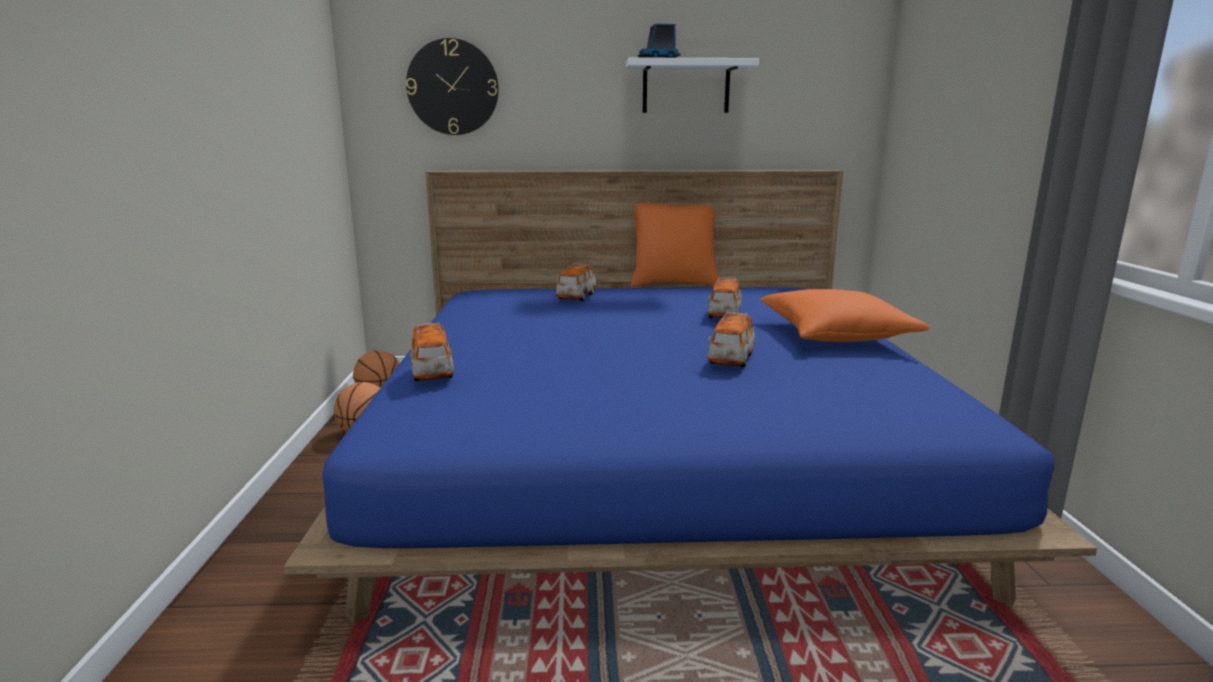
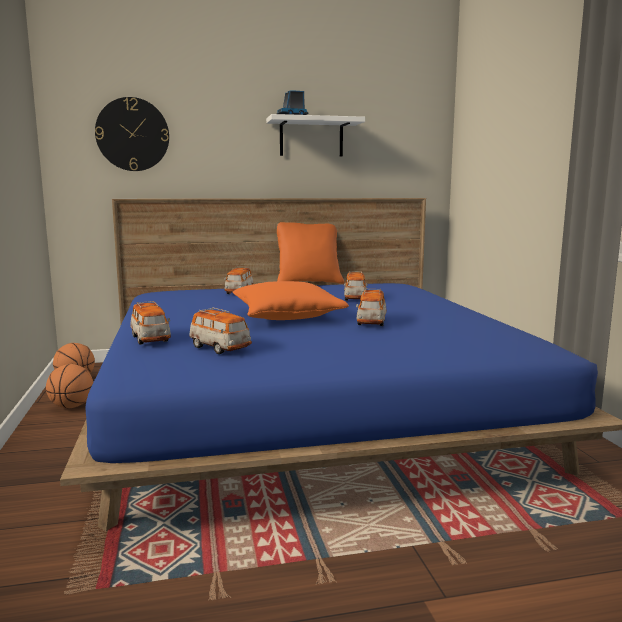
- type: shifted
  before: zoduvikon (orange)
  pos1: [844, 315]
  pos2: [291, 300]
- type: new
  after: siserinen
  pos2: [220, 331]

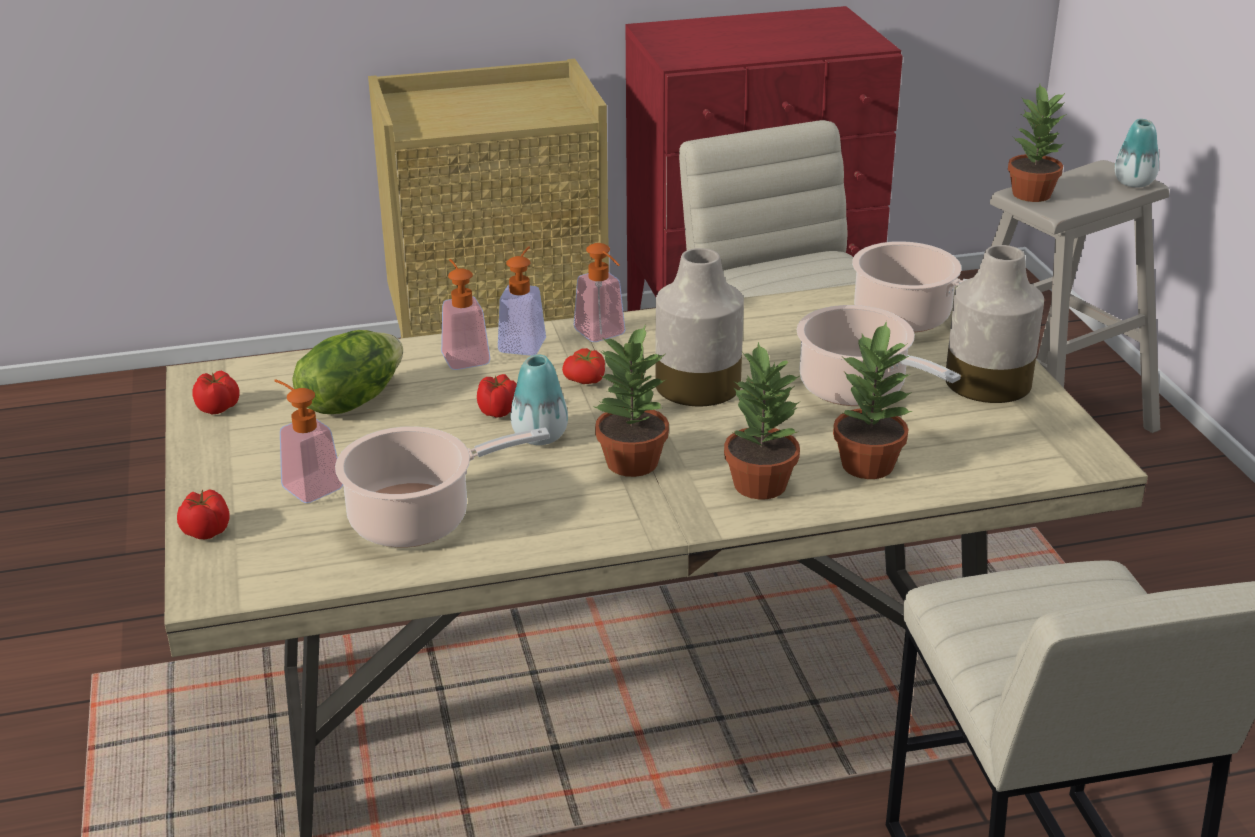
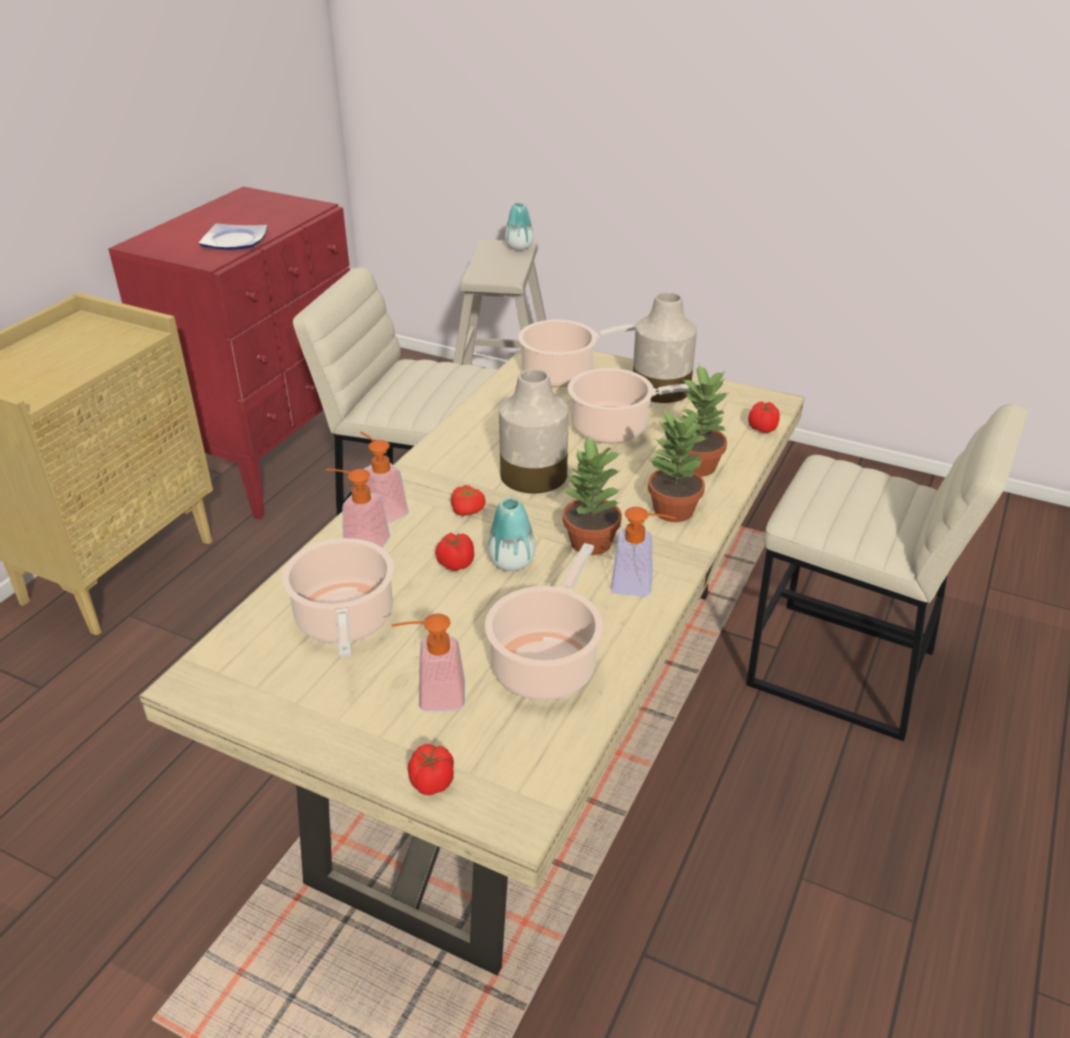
- type: shifted
  before: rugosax
  pos1: [215, 392]
  pos2: [764, 417]
- type: swapped
  before: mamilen
  after: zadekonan
  pos1: [347, 372]
  pos2: [338, 597]
- type: shifted
  before: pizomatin
  pos1: [599, 292]
  pos2: [643, 552]
- type: gone
  before: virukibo
  pos1: [1037, 143]
- type: new
  after: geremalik
  pos2: [232, 236]

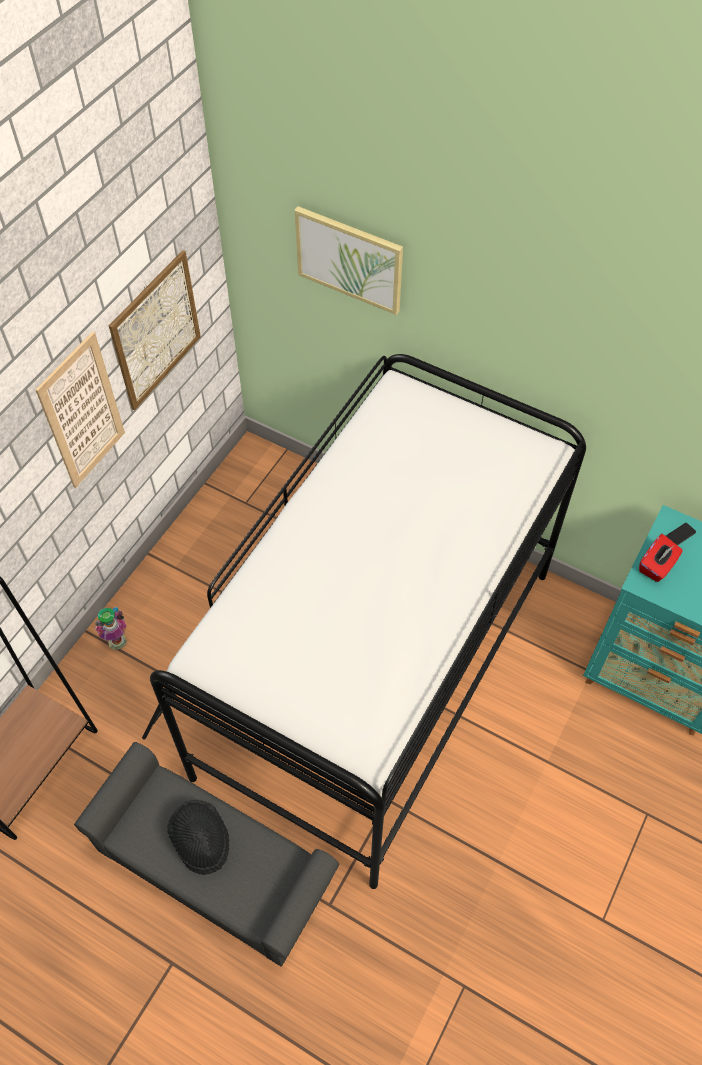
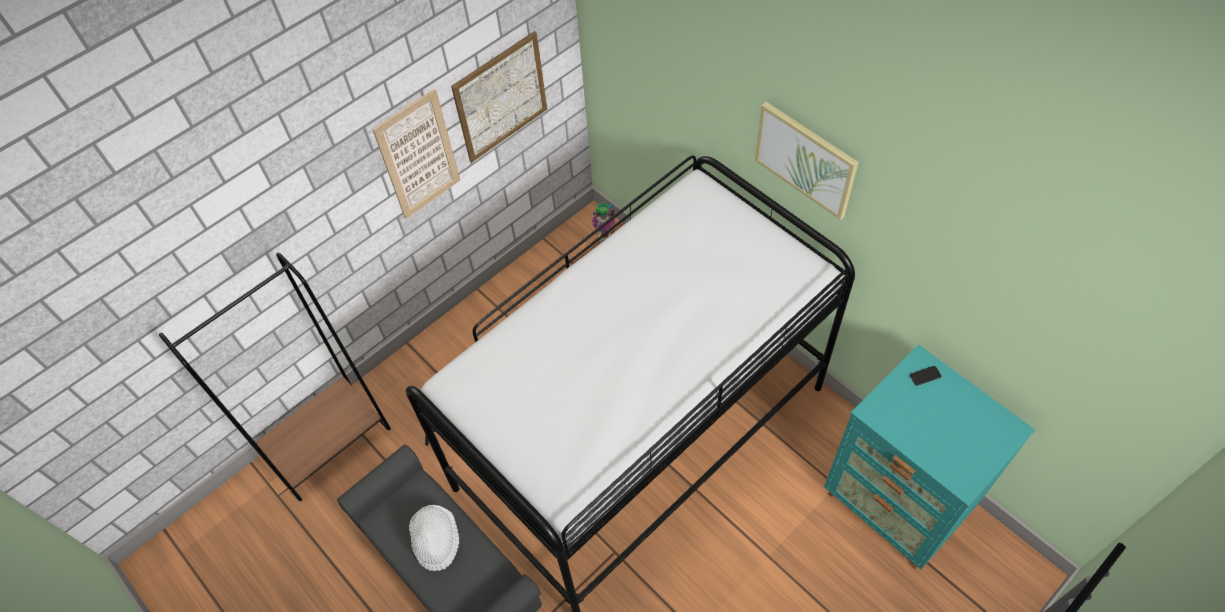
- type: shifted
  before: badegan
  pos1: [111, 628]
  pos2: [604, 222]
- type: repainted
  before: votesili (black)
  after: votesili (white)
  pos1: [198, 837]
  pos2: [434, 538]
- type: shifted
  before: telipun
  pos1: [348, 260]
  pos2: [807, 161]
- type: gone
  before: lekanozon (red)
  pos1: [661, 558]

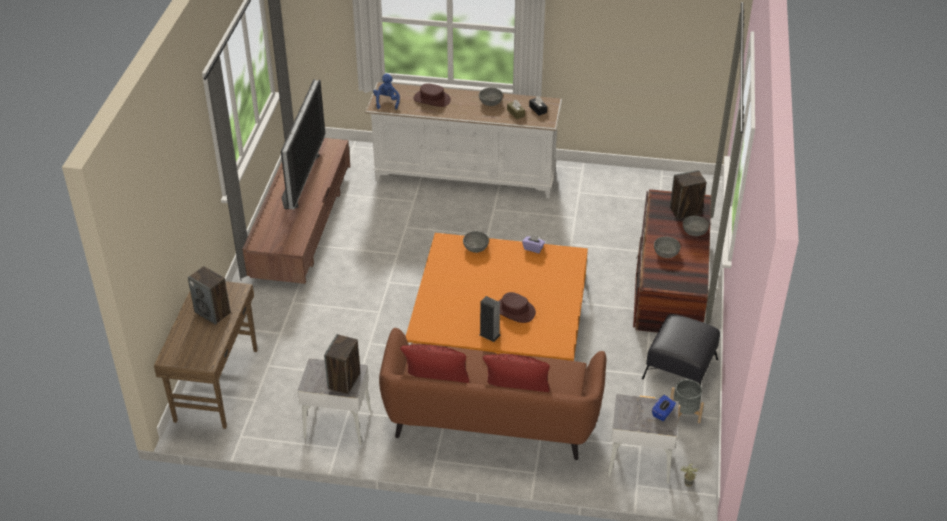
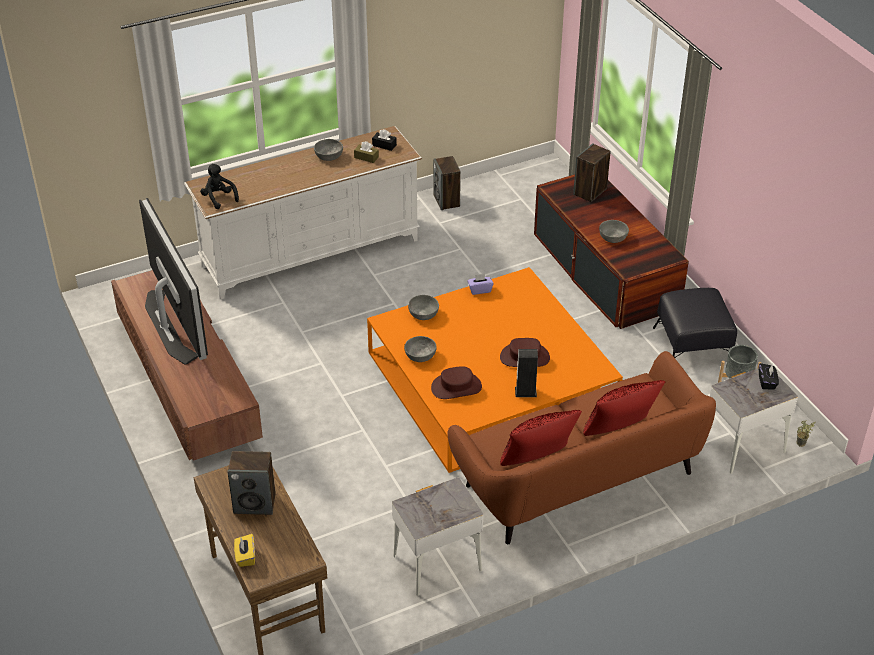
- type: shifted
  before: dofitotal
  pos1: [342, 364]
  pos2: [447, 183]
- type: repainted
  before: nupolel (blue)
  after: nupolel (black)
  pos1: [386, 92]
  pos2: [219, 186]
- type: shifted
  before: votesili (brown)
  pos1: [432, 95]
  pos2: [456, 382]
- type: repainted
  before: lekanozon (blue)
  after: lekanozon (black)
  pos1: [664, 408]
  pos2: [769, 376]
- type: shifted
  before: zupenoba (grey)
  pos1: [696, 226]
  pos2: [420, 349]
- type: new
  after: lekanozon (yellow)
  pos2: [244, 550]

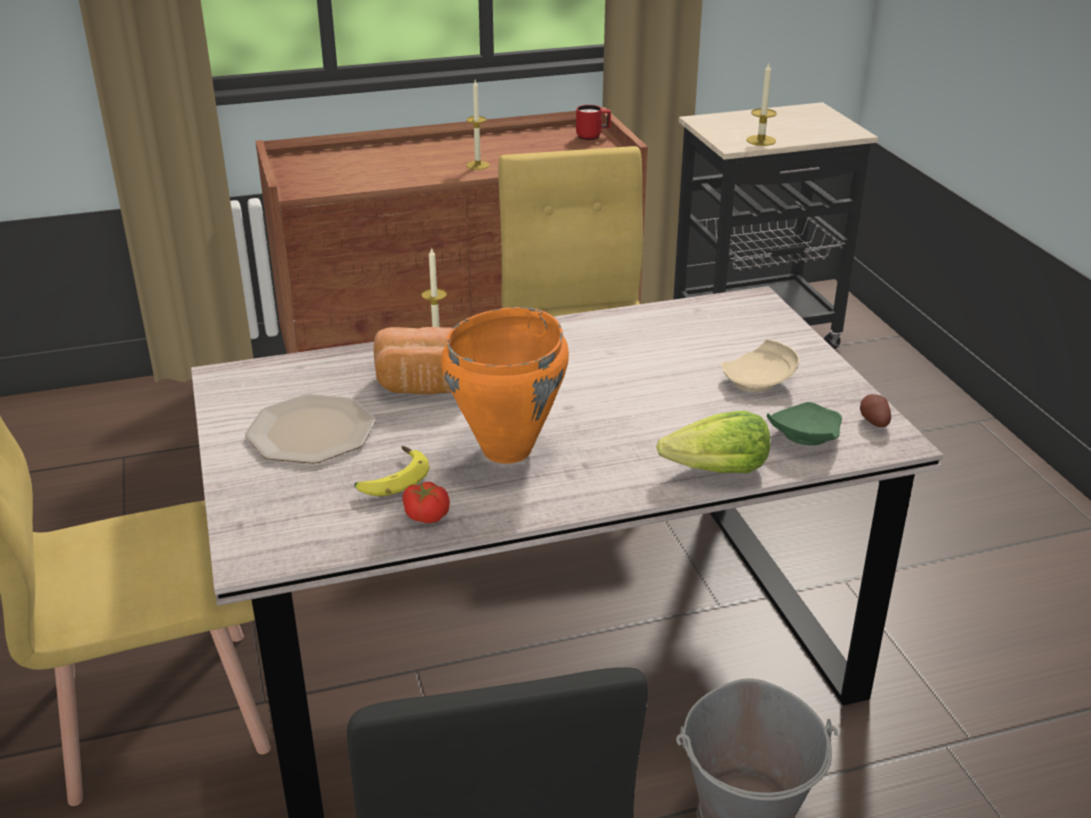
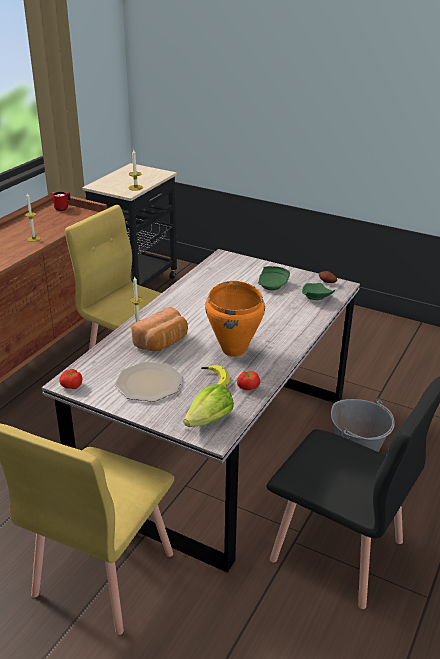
- type: shifted
  before: mamilen
  pos1: [713, 442]
  pos2: [209, 405]
- type: repainted
  before: geremalik (beige)
  after: geremalik (green)
  pos1: [760, 365]
  pos2: [273, 278]
- type: new
  after: rugosax
  pos2: [70, 379]

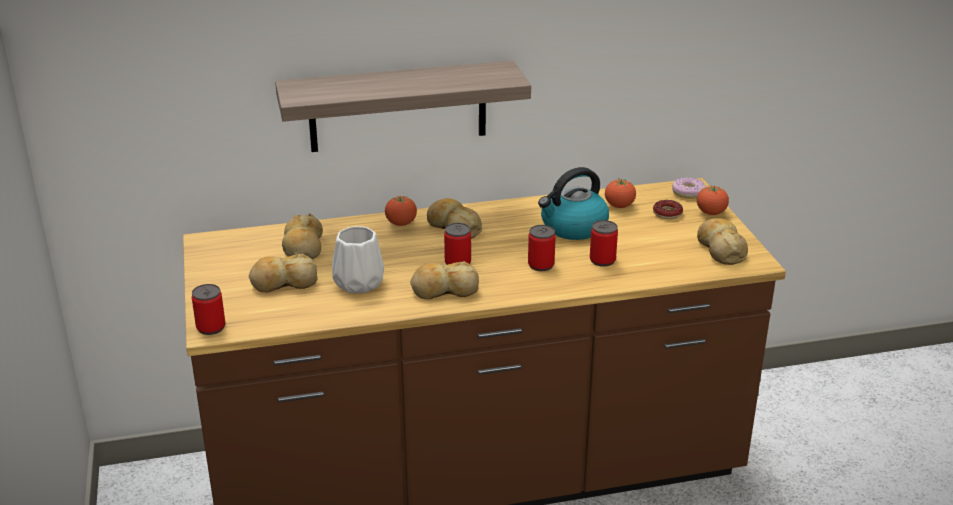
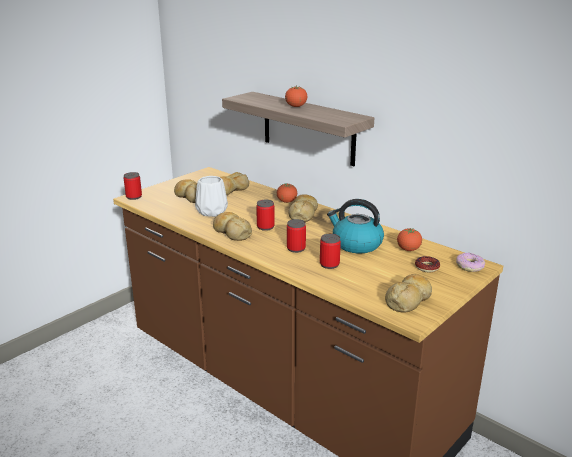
- type: shifted
  before: rugosax
  pos1: [713, 200]
  pos2: [296, 96]

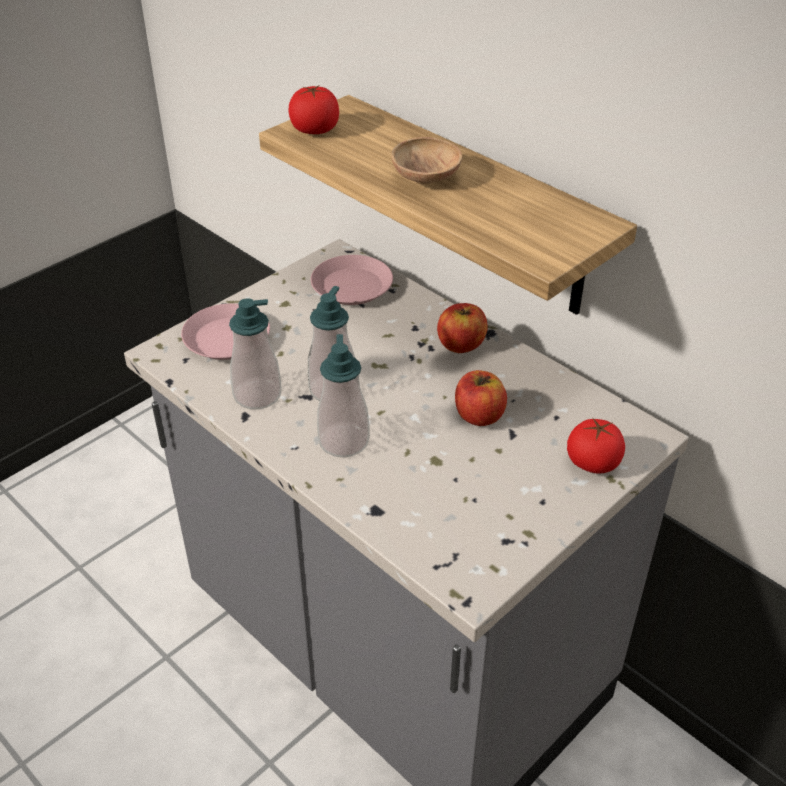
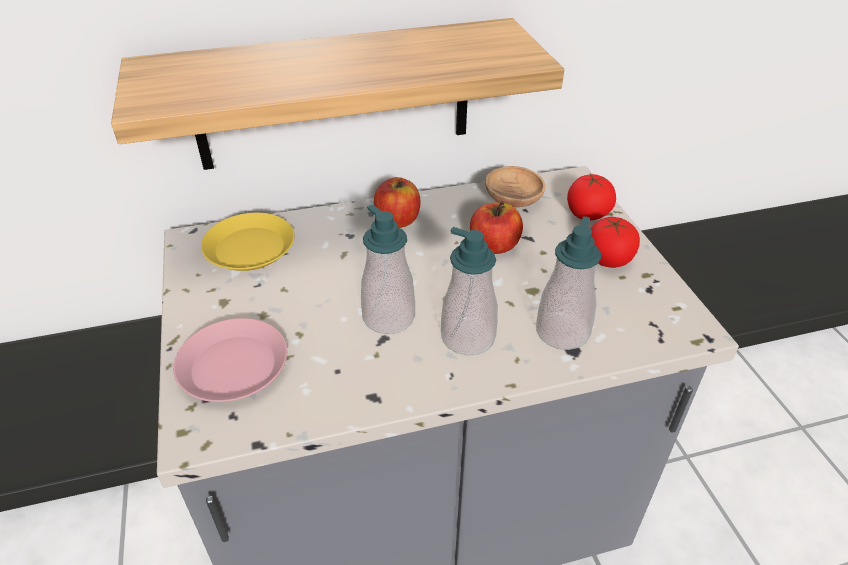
- type: shifted
  before: pizomatin
  pos1: [255, 353]
  pos2: [568, 283]
- type: shifted
  before: rugosax
  pos1: [313, 109]
  pos2: [615, 242]
- type: repainted
  before: geremalik (pink)
  after: geremalik (yellow)
  pos1: [352, 280]
  pos2: [247, 242]
- type: shifted
  before: zupenoba (brown)
  pos1: [426, 160]
  pos2: [515, 186]

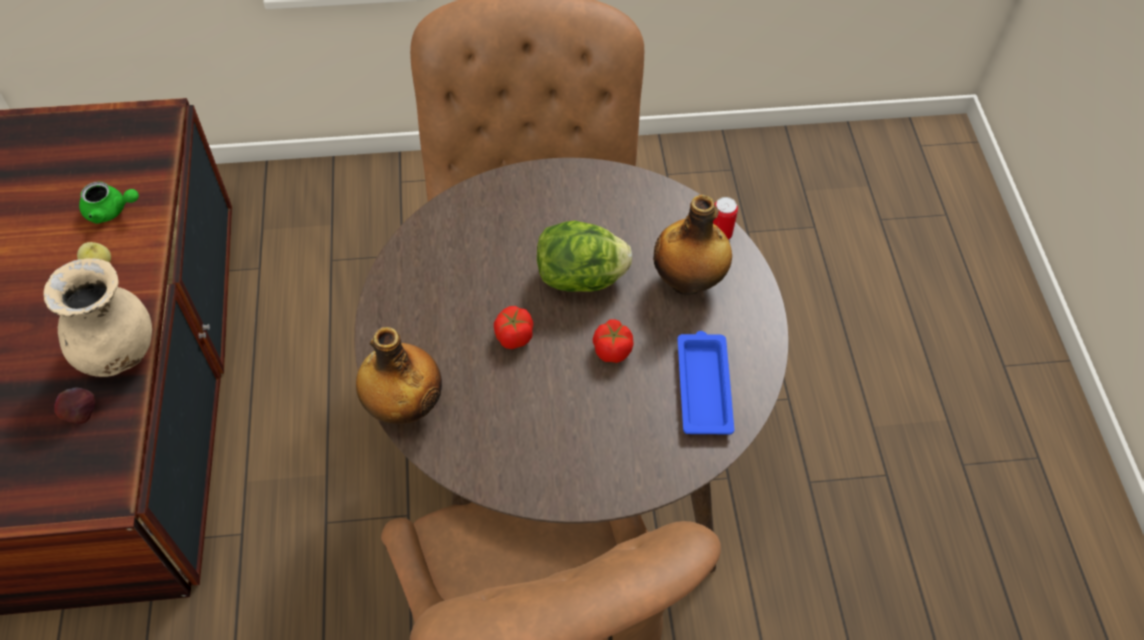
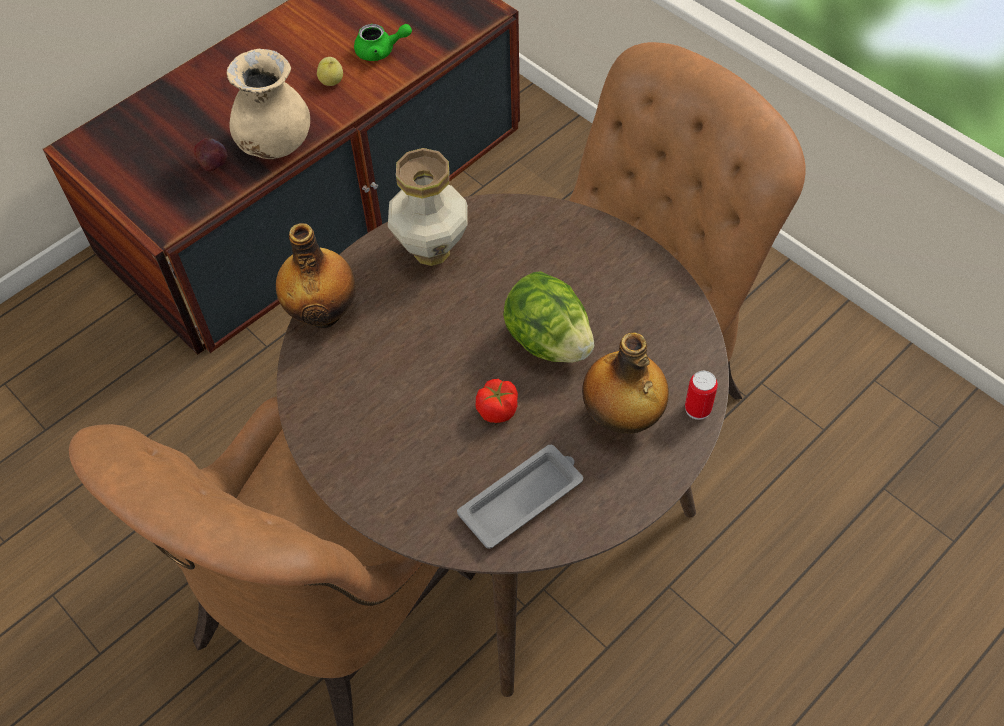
- type: rotated
  before: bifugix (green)
  pos1: [109, 203]
  pos2: [383, 42]
  turn: -60
- type: gone
  before: rugosax
  pos1: [513, 327]
- type: repainted
  before: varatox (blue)
  after: varatox (grey)
  pos1: [705, 382]
  pos2: [520, 497]
- type: new
  after: badegan
  pos2: [428, 207]

